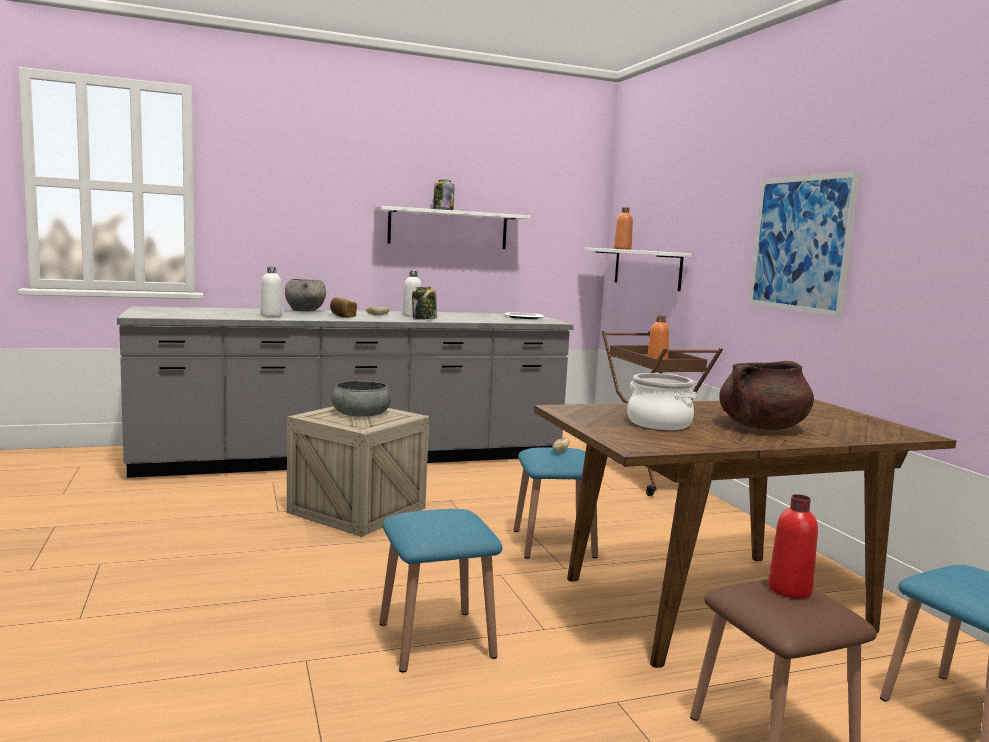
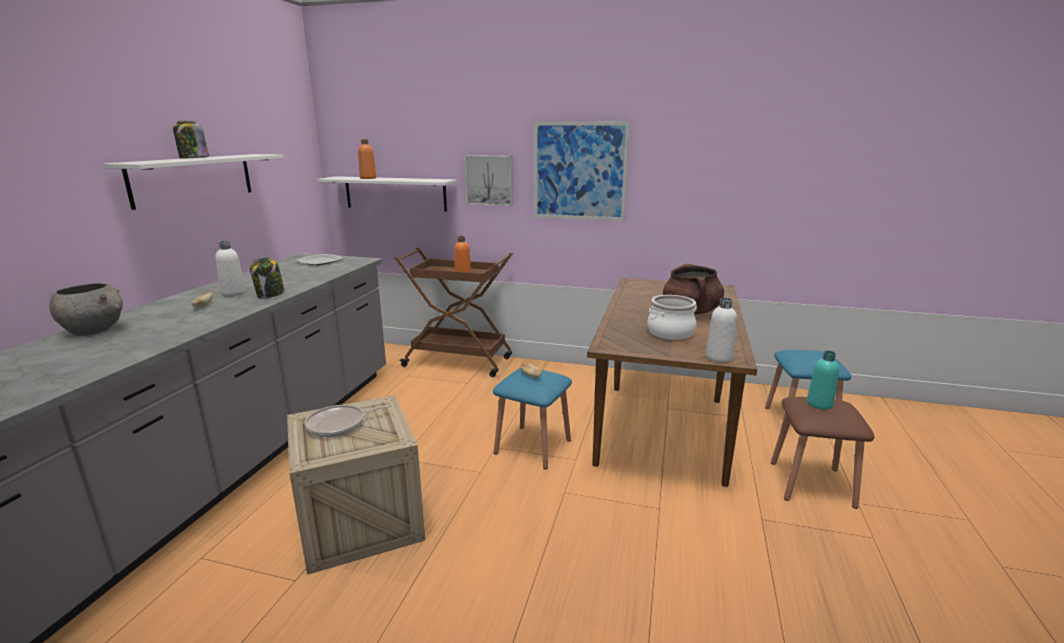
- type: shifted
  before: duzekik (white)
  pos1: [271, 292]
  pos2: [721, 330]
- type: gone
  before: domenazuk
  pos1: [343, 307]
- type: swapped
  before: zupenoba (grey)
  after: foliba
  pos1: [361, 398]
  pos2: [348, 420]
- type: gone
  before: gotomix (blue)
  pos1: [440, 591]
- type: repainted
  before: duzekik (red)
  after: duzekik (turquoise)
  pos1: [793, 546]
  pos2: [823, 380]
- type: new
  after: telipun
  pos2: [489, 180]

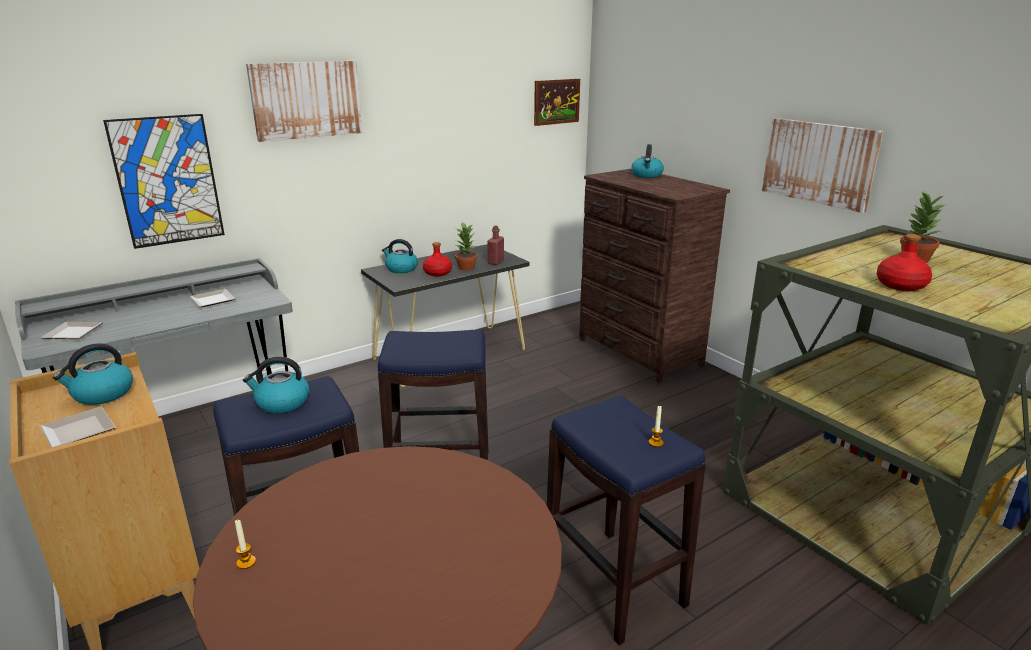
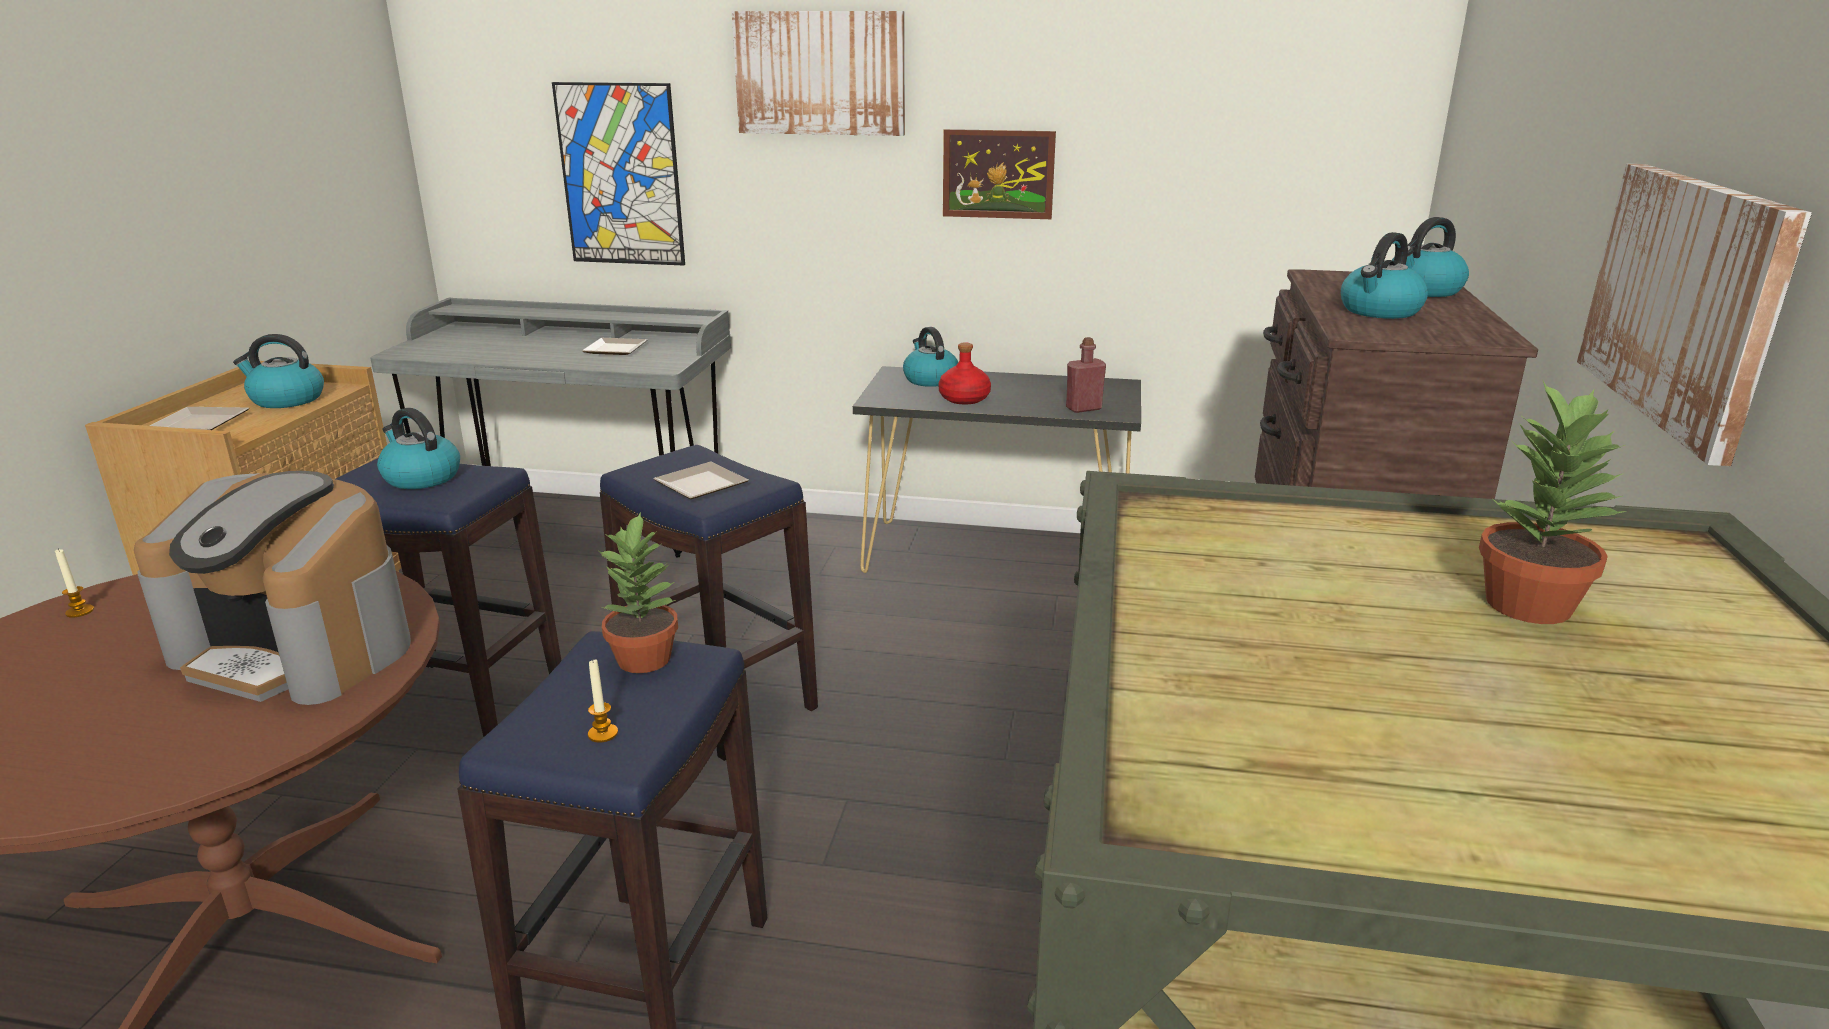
- type: shifted
  before: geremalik
  pos1: [72, 330]
  pos2: [701, 480]
- type: shifted
  before: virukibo
  pos1: [466, 246]
  pos2: [637, 592]
- type: shifted
  before: telipun
  pos1: [557, 102]
  pos2: [999, 174]
- type: gone
  before: duzekik (red)
  pos1: [904, 262]
- type: new
  after: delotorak
  pos2: [272, 588]
- type: new
  after: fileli
  pos2: [1384, 275]

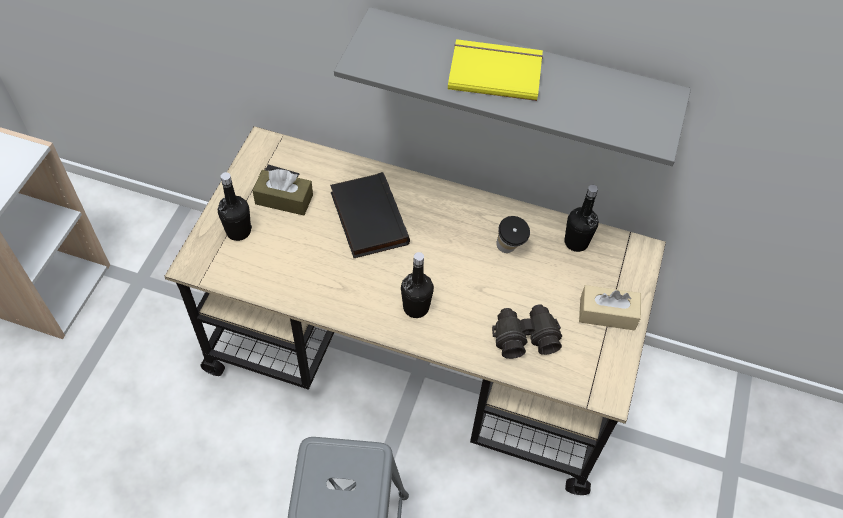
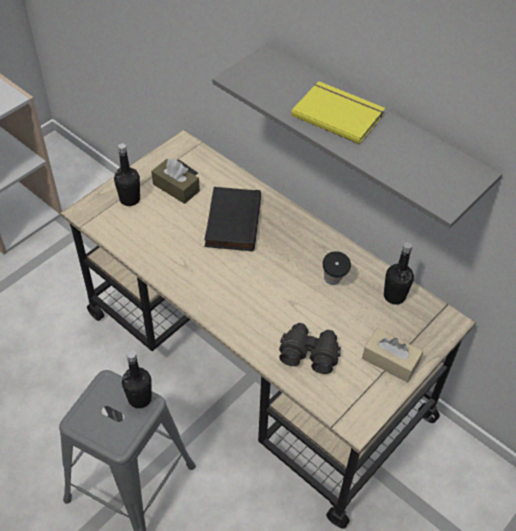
- type: shifted
  before: duzekik (black)
  pos1: [417, 285]
  pos2: [137, 379]

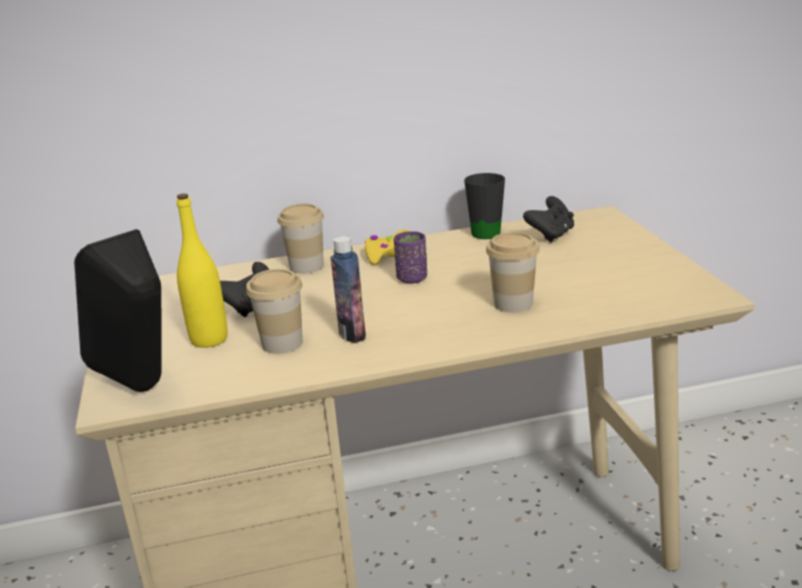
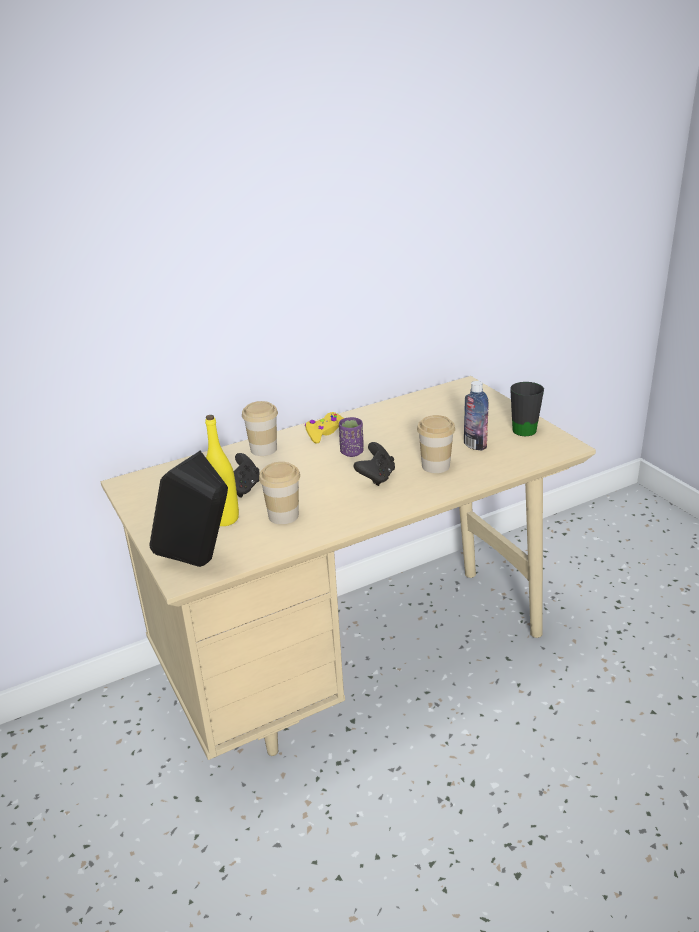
- type: shifted
  before: duzekik
  pos1: [348, 289]
  pos2: [476, 416]
- type: shifted
  before: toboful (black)
  pos1: [484, 206]
  pos2: [527, 409]
- type: shifted
  before: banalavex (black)
  pos1: [548, 219]
  pos2: [374, 464]

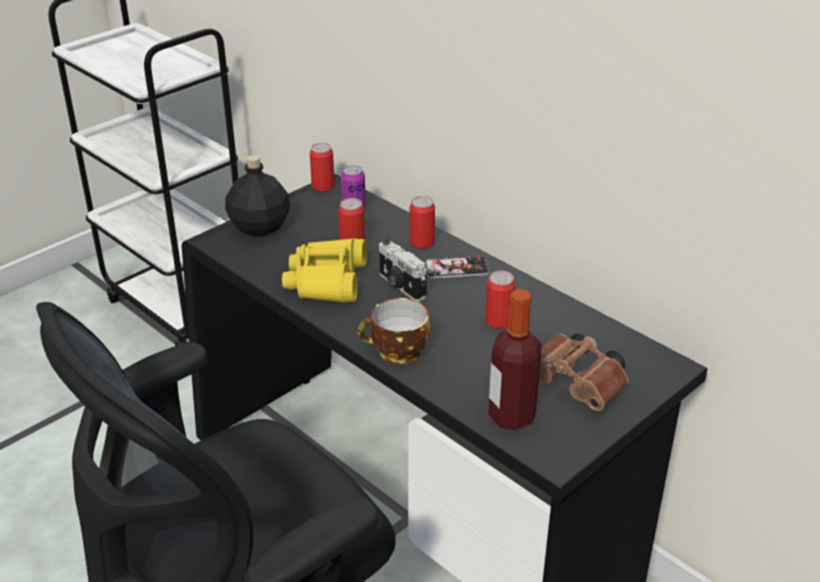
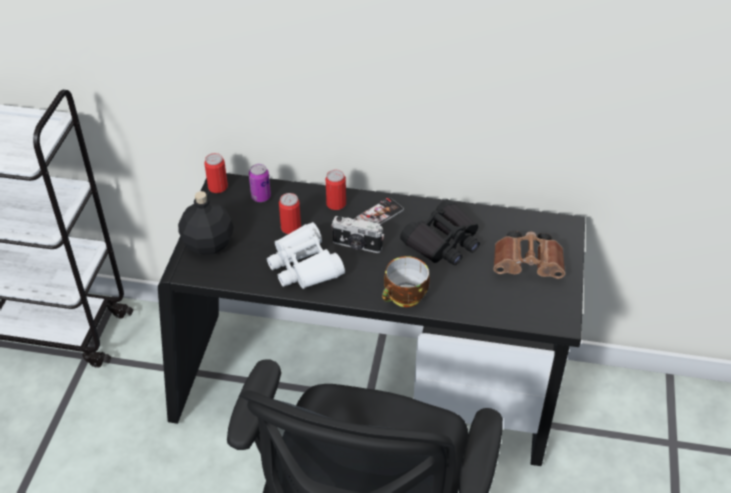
- type: repainted
  before: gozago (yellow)
  after: gozago (white)
  pos1: [324, 270]
  pos2: [306, 255]
- type: swapped
  before: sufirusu
  after: gozago (black)
  pos1: [500, 300]
  pos2: [440, 232]
- type: gone
  before: duzekik
  pos1: [515, 359]

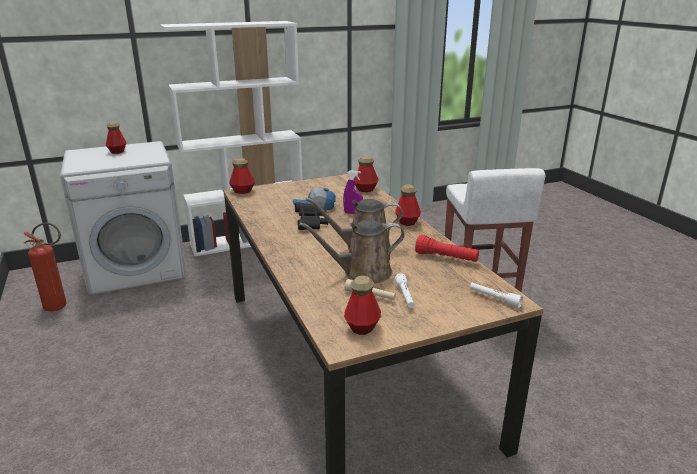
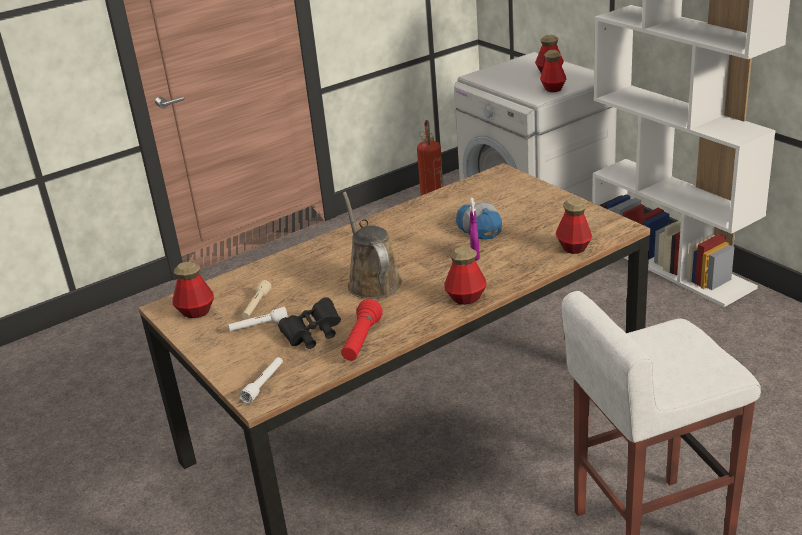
- type: shifted
  before: duzekik
  pos1: [242, 176]
  pos2: [553, 71]
- type: shifted
  before: gozago (black)
  pos1: [311, 216]
  pos2: [309, 323]
- type: gone
  before: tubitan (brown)
  pos1: [352, 251]

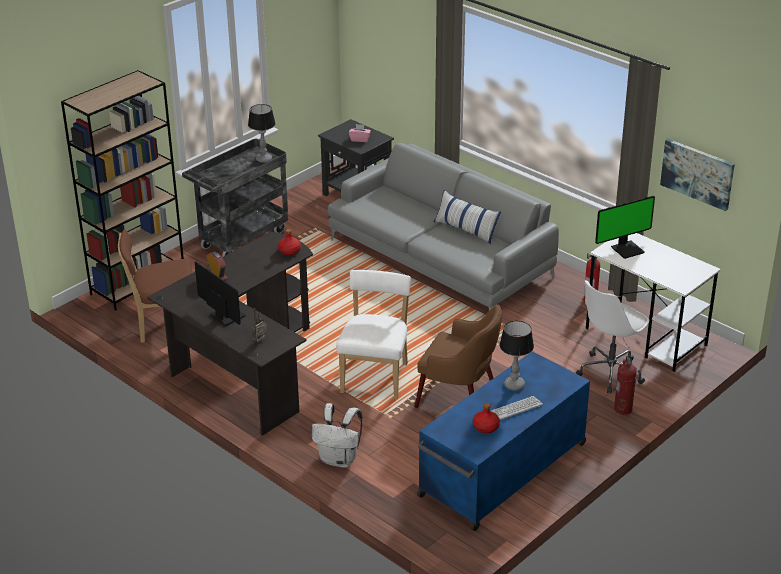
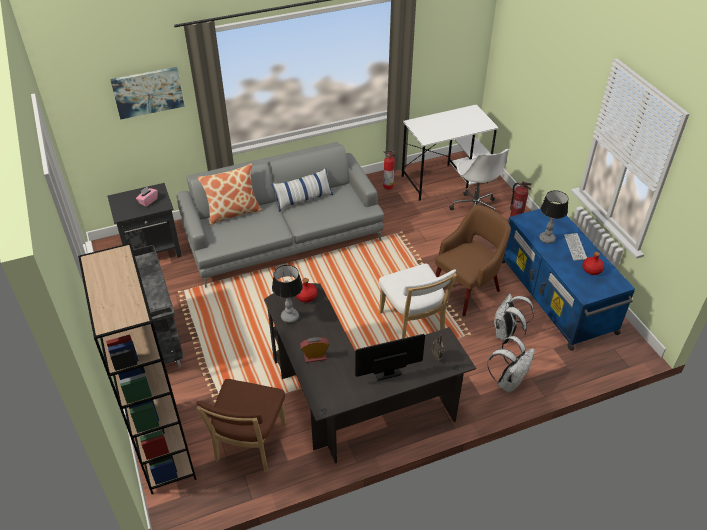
- type: shifted
  before: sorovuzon
  pos1: [262, 133]
  pos2: [287, 294]
- type: rotated
  before: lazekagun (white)
  pos1: [373, 335]
  pos2: [418, 301]
  turn: -150
- type: gone
  before: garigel
  pos1: [625, 227]
- type: shifted
  before: telipun
  pos1: [697, 175]
  pos2: [147, 93]
- type: new
  after: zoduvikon
  pos2: [230, 194]
- type: new
  after: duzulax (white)
  pos2: [514, 318]

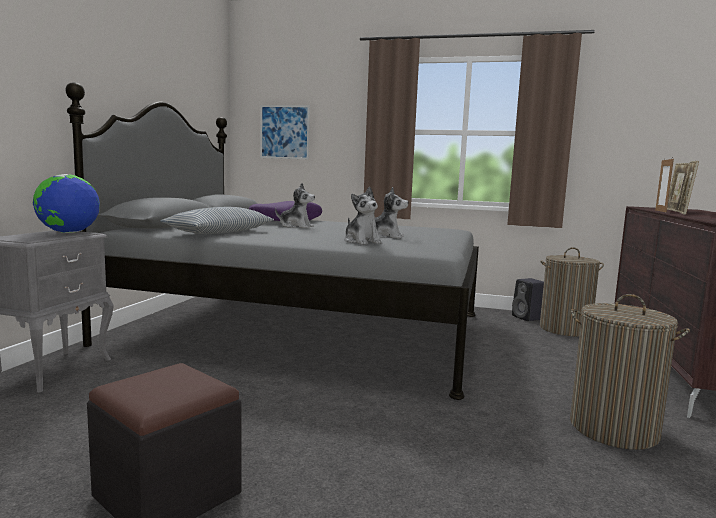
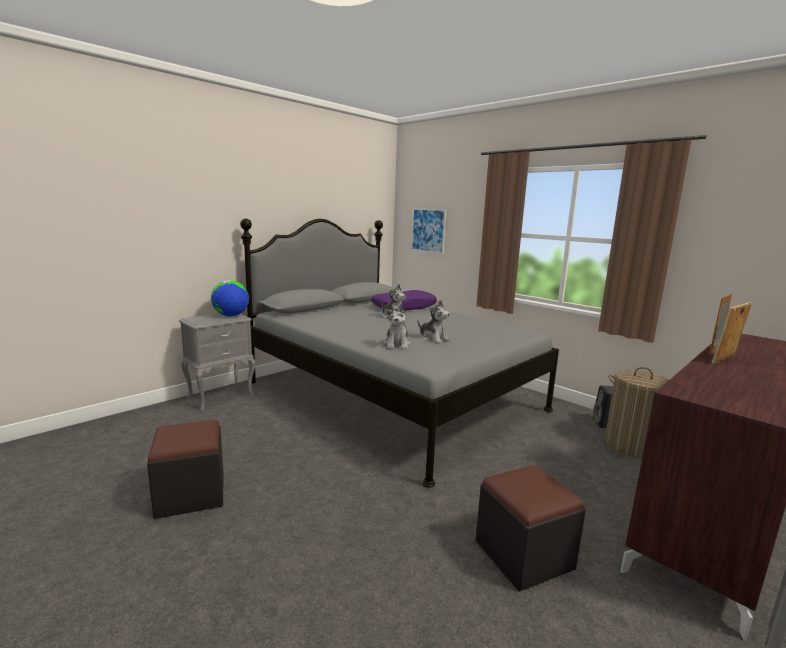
- type: gone
  before: zoduvikon
  pos1: [217, 220]
- type: swapped
  before: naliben
  after: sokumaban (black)
  pos1: [630, 372]
  pos2: [531, 528]
- type: gone
  before: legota
  pos1: [678, 187]

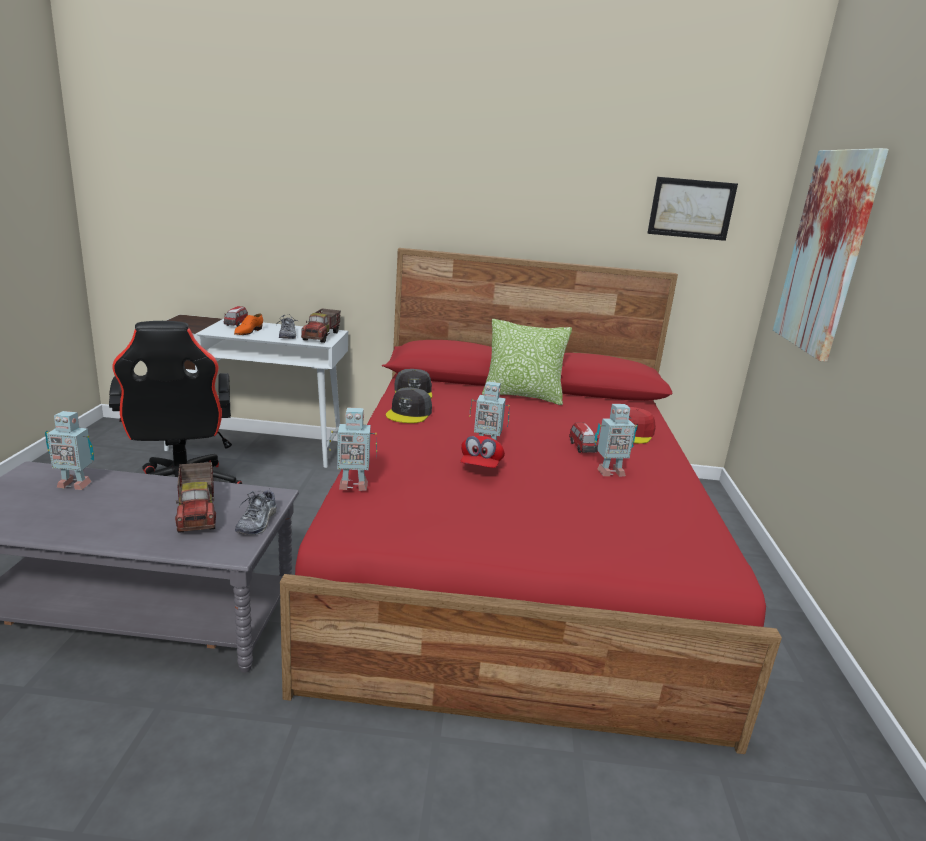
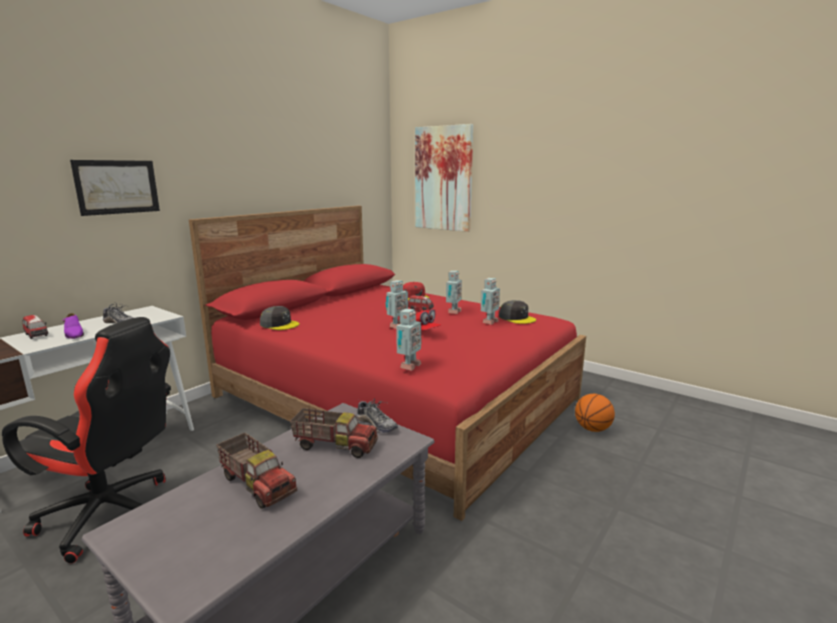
- type: shifted
  before: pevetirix
  pos1: [69, 450]
  pos2: [490, 301]
- type: repainted
  before: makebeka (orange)
  after: makebeka (purple)
  pos1: [248, 324]
  pos2: [73, 326]
- type: shifted
  before: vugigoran
  pos1: [321, 325]
  pos2: [256, 471]
- type: shifted
  before: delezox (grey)
  pos1: [409, 405]
  pos2: [517, 312]
- type: gone
  before: zoduvikon
  pos1: [527, 362]
- type: shifted
  before: telipun
  pos1: [692, 209]
  pos2: [115, 188]
- type: new
  after: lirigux
  pos2: [595, 413]

